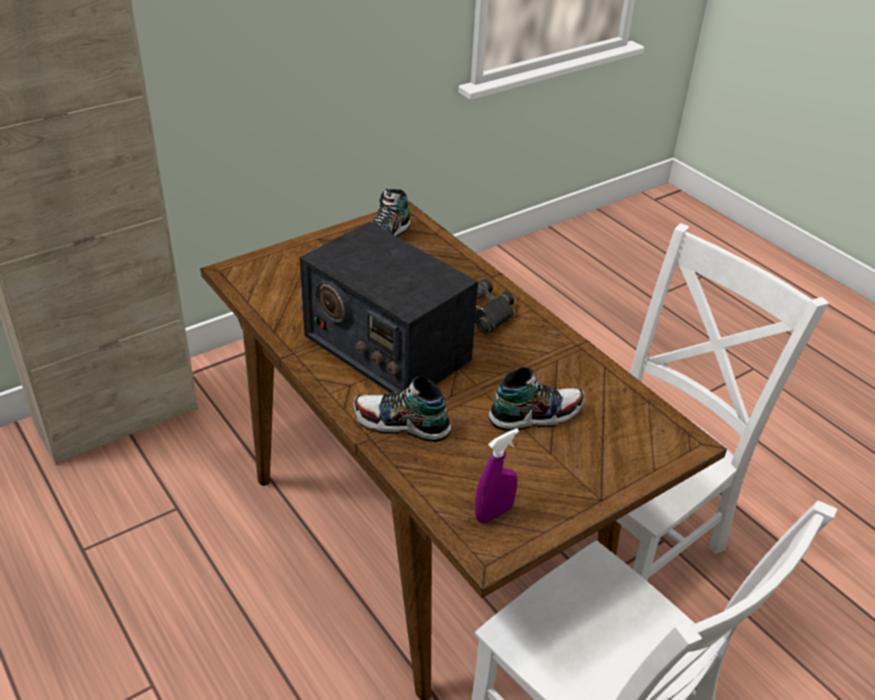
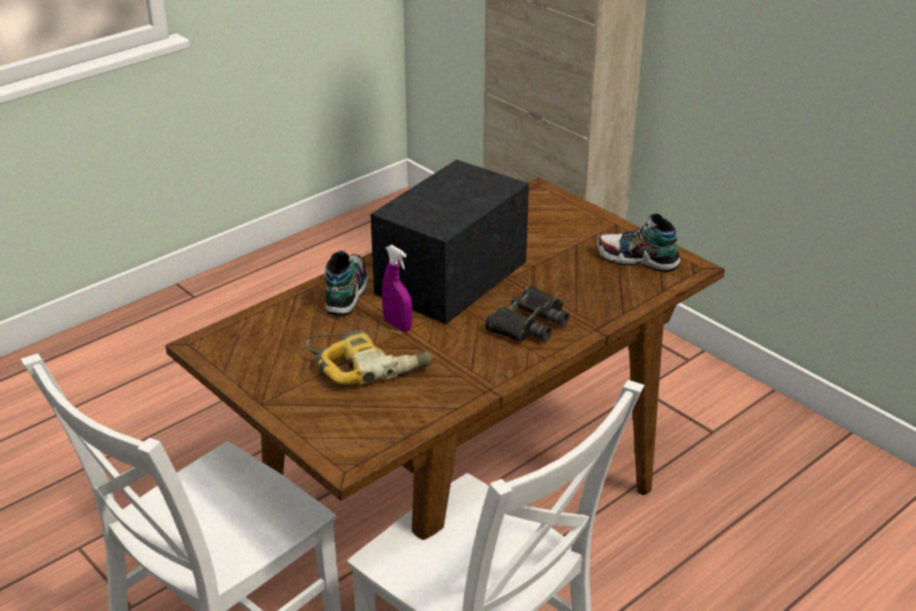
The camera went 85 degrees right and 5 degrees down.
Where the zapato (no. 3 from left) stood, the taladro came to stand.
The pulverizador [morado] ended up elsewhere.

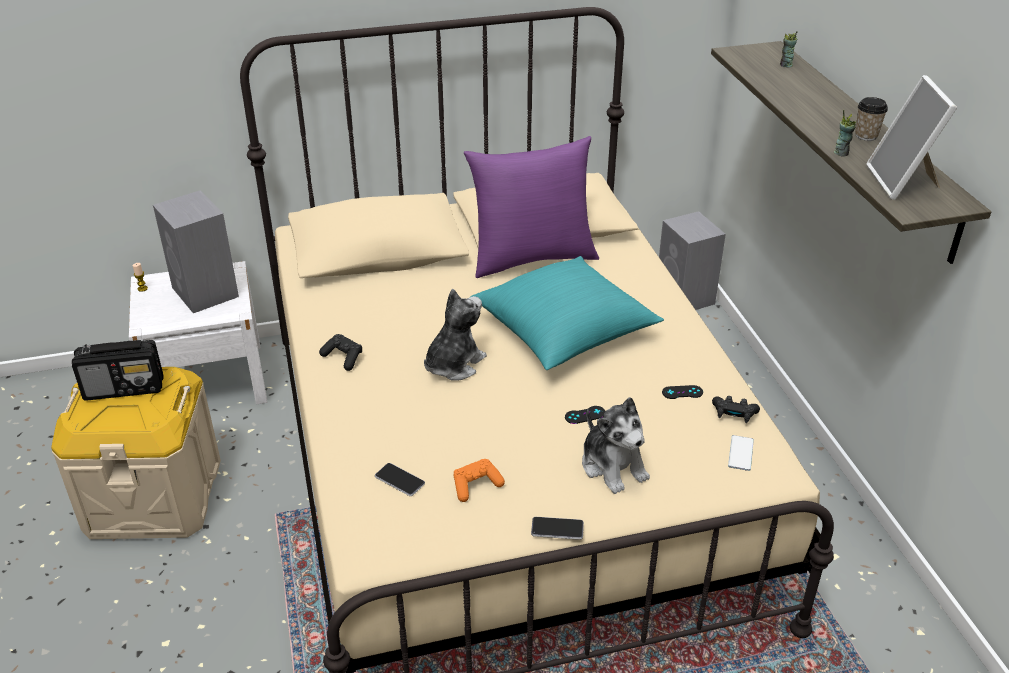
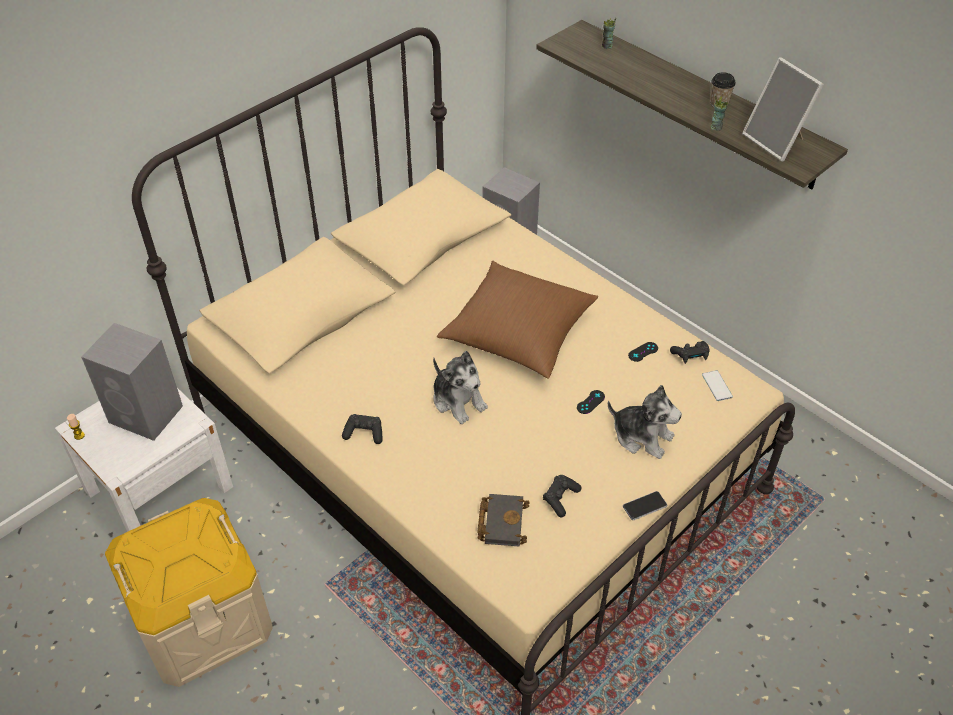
The camera went 30 degrees left and 10 degrees up.
The peluche (no. 1 from left) ended up facing another way, 135 degrees clockwise from before.
What was the cojín [turquesa] turned into the cojín [marrón].
Where the móvil (no. 1 from left) stood, the libro [negro] came to stand.
What was the mando de consola [naranja] turned into the mando de consola [negro] (no. 2 from left).
The second view lost the radio.
The second view lost the cojín [morado].

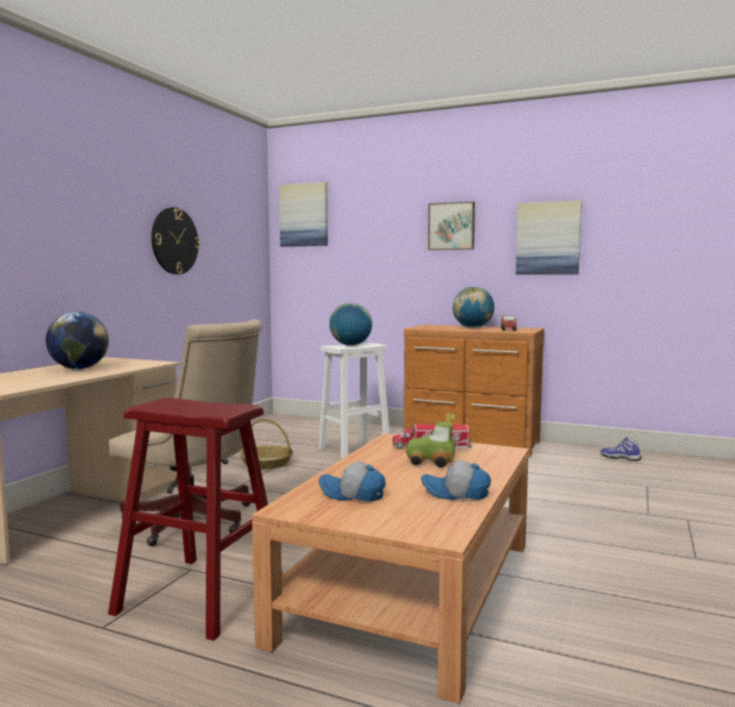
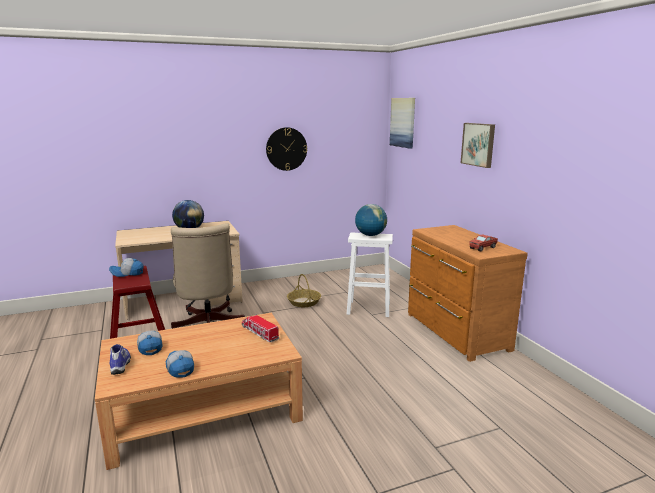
The camera went 45 degrees right and 10 degrees up.
The second view gained the gorra (no. 1 from left).
The zapato ended up elsewhere.
The second view lost the coche de juguete.
The second view lost the globo terráqueo (no. 3 from left).
The second view lost the cuadro (no. 3 from left).

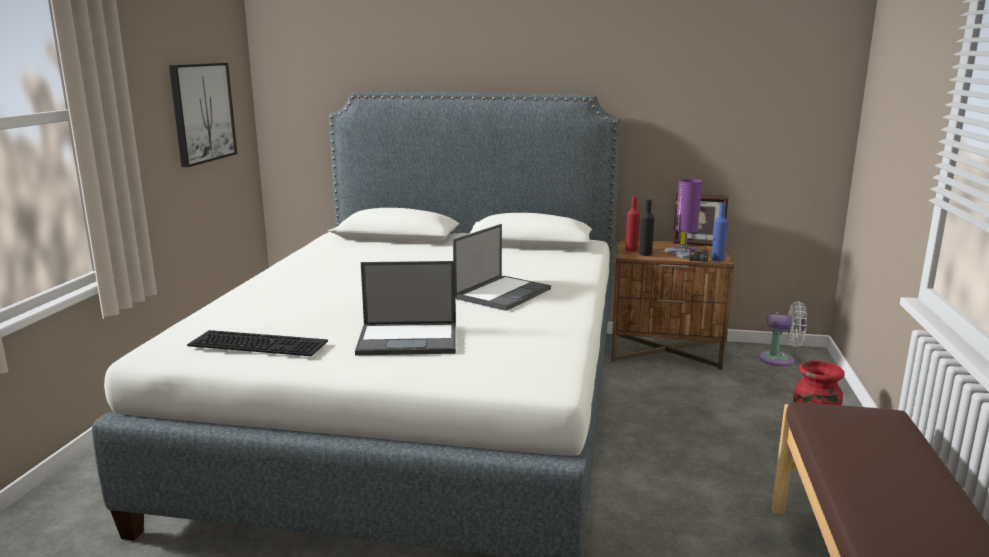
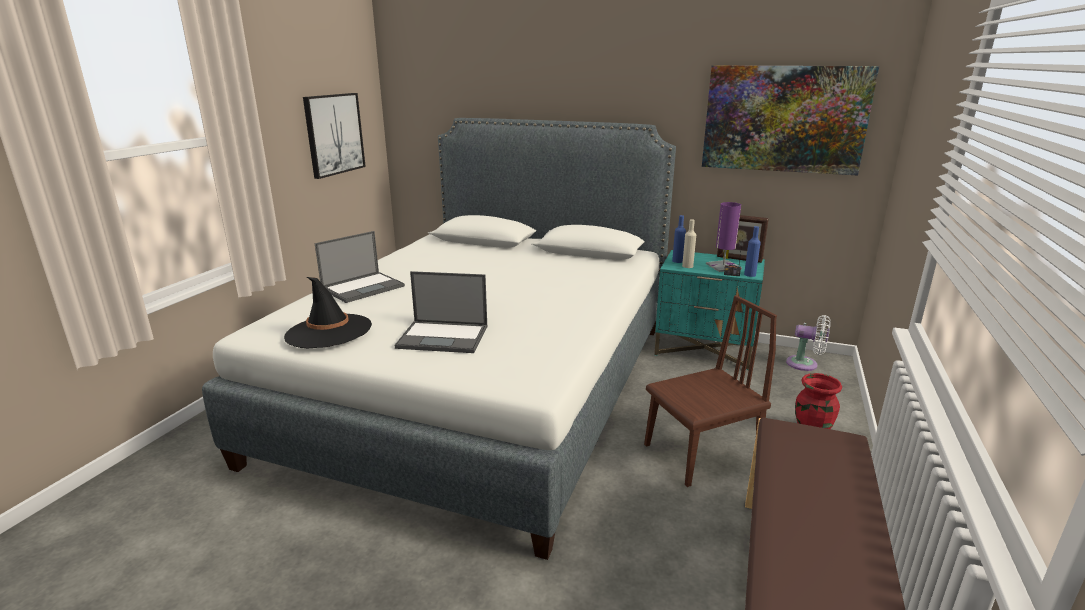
The camera went 10 degrees right and 5 degrees up.
Where the teclado stood, the sombrero [negro] came to stand.
The portátil (no. 2 from left in the first image) ended up elsewhere.
The second view gained the silla [marrón].
What was the mesita de noche [marrón] turned into the mesita de noche [turquesa].
What was the botella [rojo] turned into the botella [azul] (no. 1 from left).
What was the botella [negro] turned into the botella [beis].
The second view gained the cuadro (no. 2 from left).

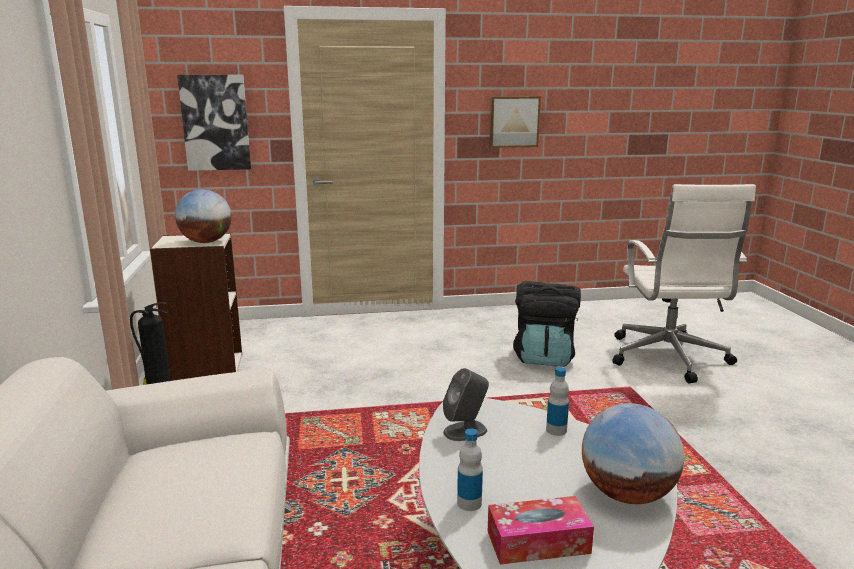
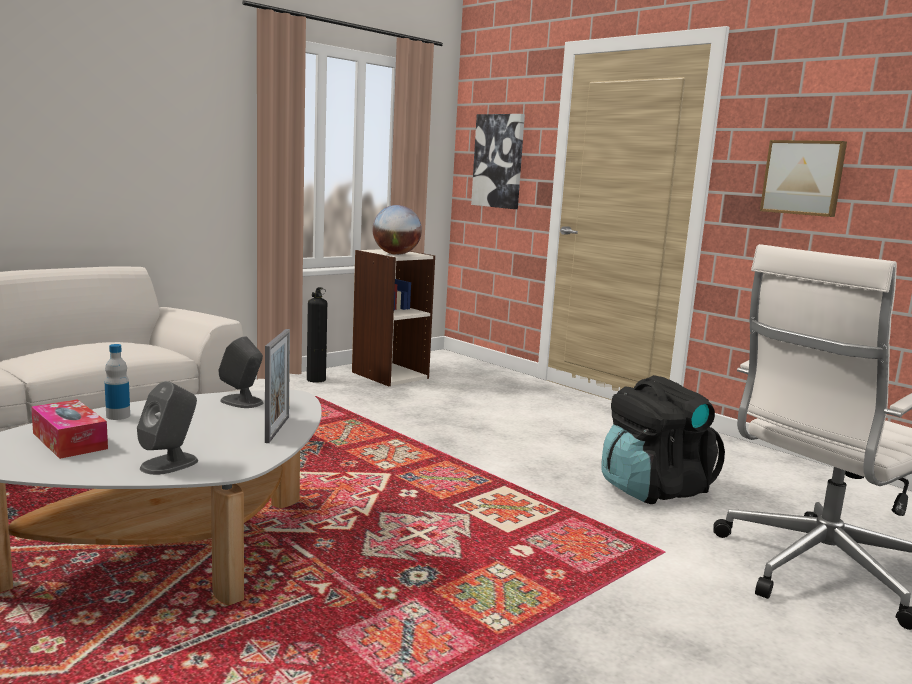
The camera went 55 degrees right and 5 degrees down.
Where the globo terráqueo (no. 2 from left) stood, the altavoz [gris] (no. 1 from left) came to stand.
Where the botella (no. 2 from left) stood, the portarretratos came to stand.

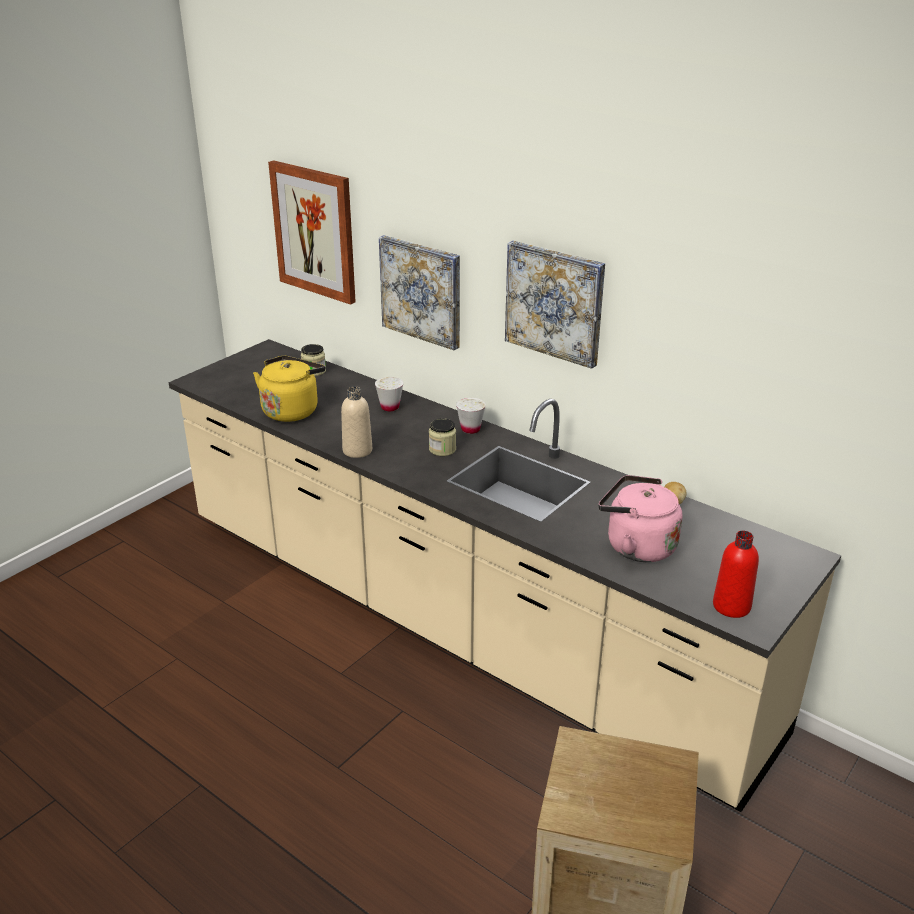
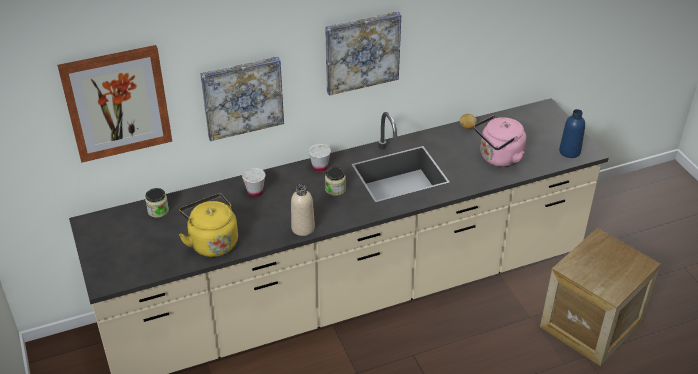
The camera went 60 degrees left and 10 degrees up.
What was the botella [rojo] turned into the botella [azul].

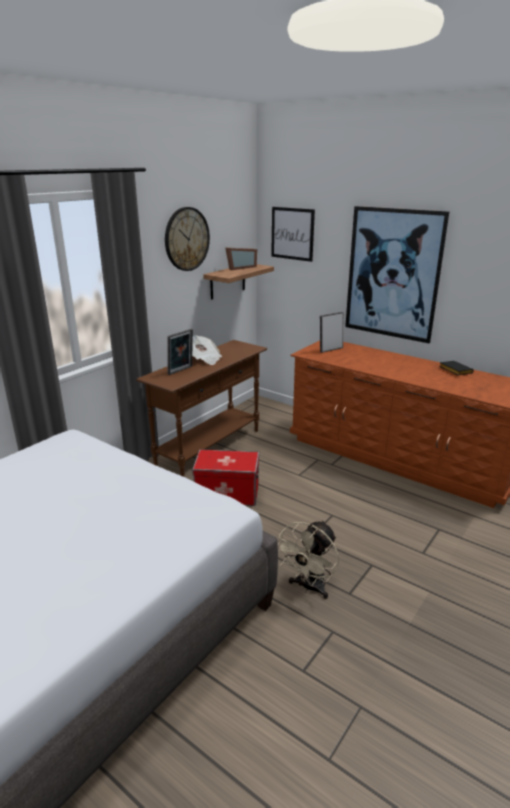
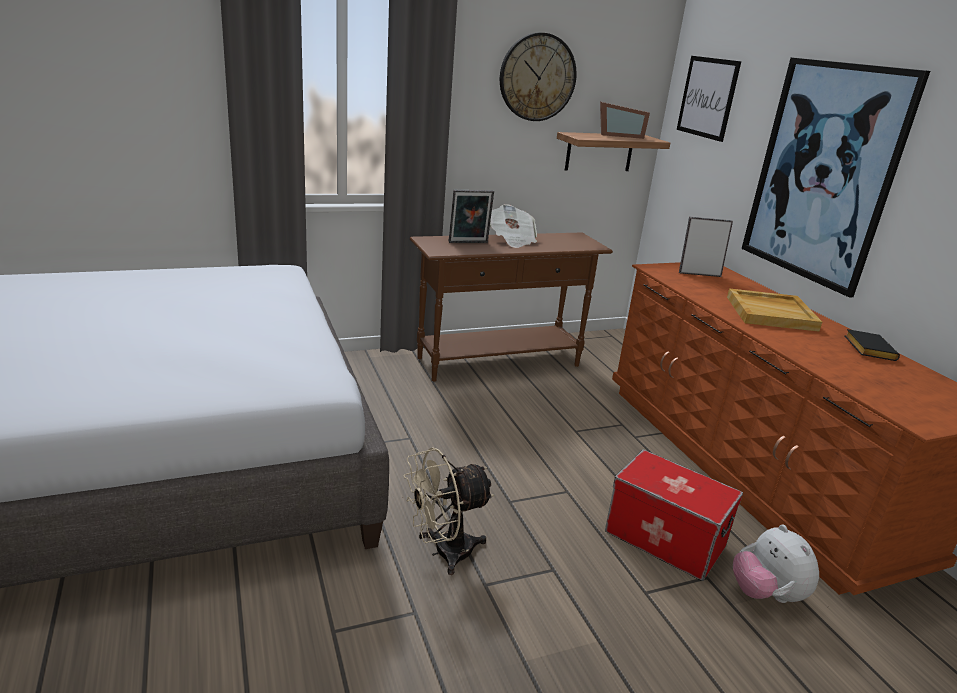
The camera went 30 degrees right and 0 degrees up.
The caja de almacenaje ended up elsewhere.
The second view gained the bandeja [beis].
The second view gained the peluche.

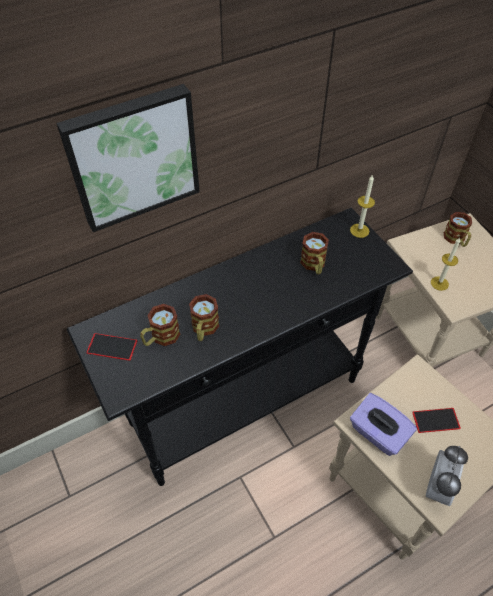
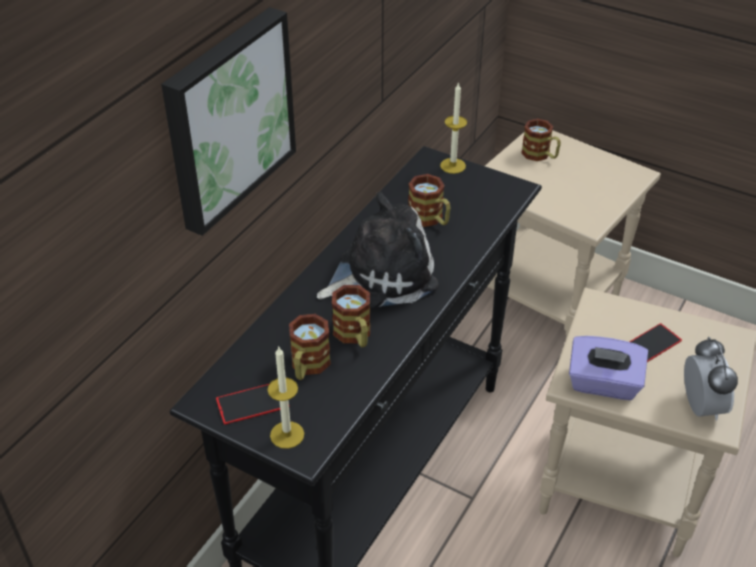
The camera went 30 degrees left and 10 degrees down.
The vela (no. 2 from left in the first image) ended up elsewhere.
The second view gained the peluche.

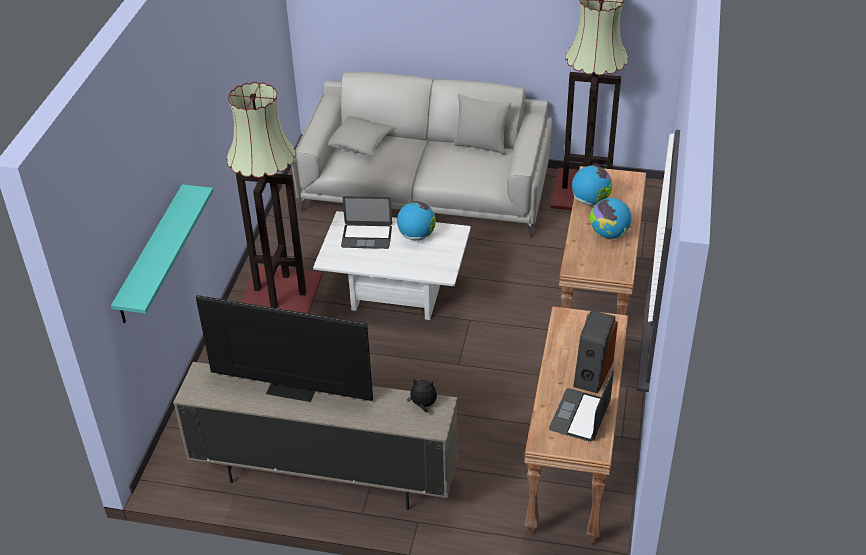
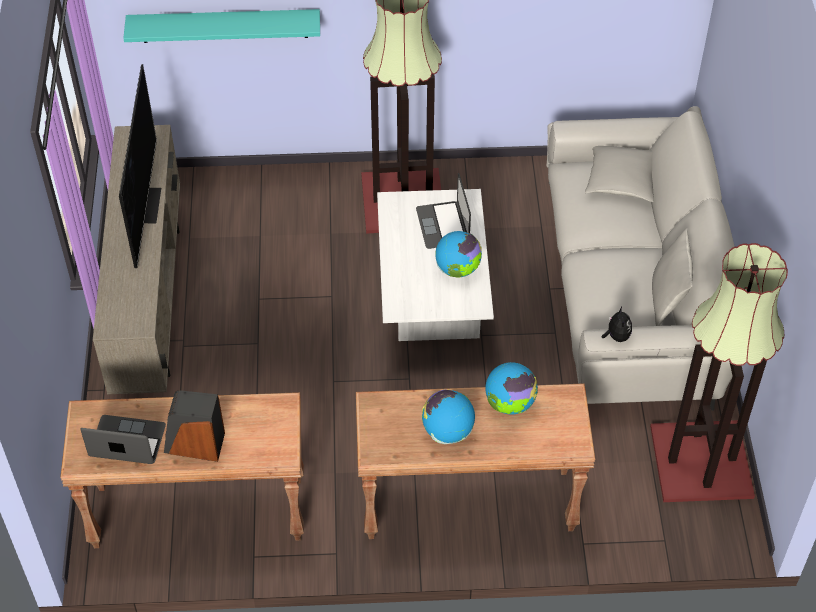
The camera went 75 degrees right and 10 degrees up.
The peluche ended up elsewhere.

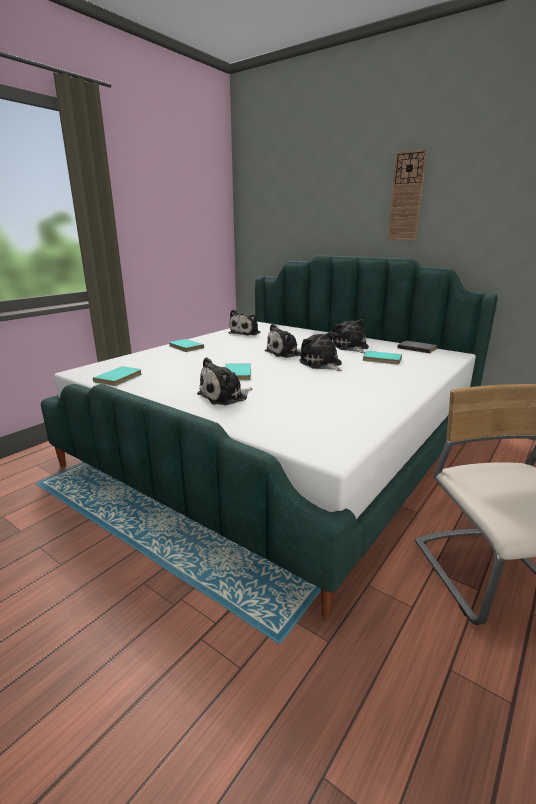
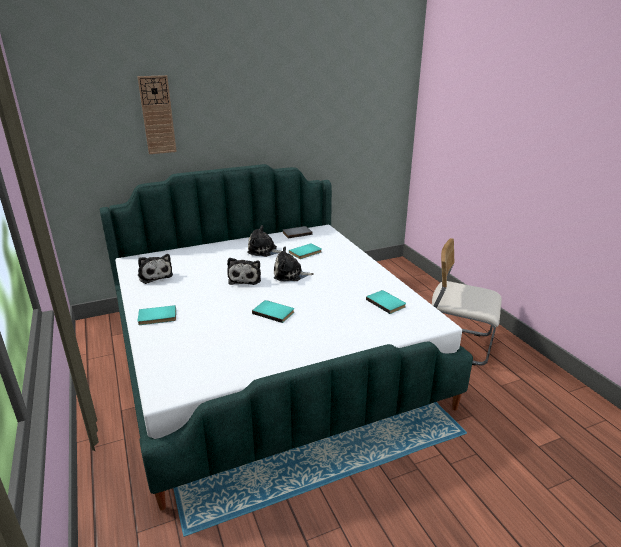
The camera went 60 degrees left and 5 degrees up.
The reloj de pared ended up elsewhere.
The libro [turquesa] (no. 1 from left in the first image) ended up elsewhere.
The second view lost the peluche (no. 1 from left).

